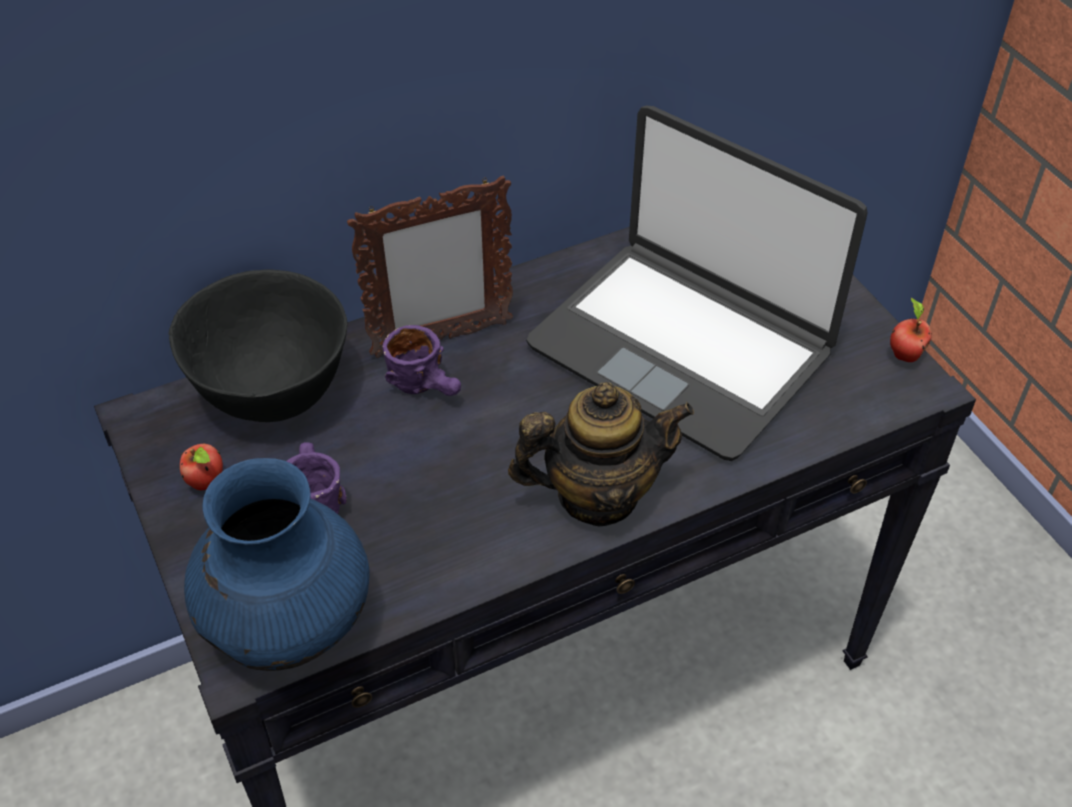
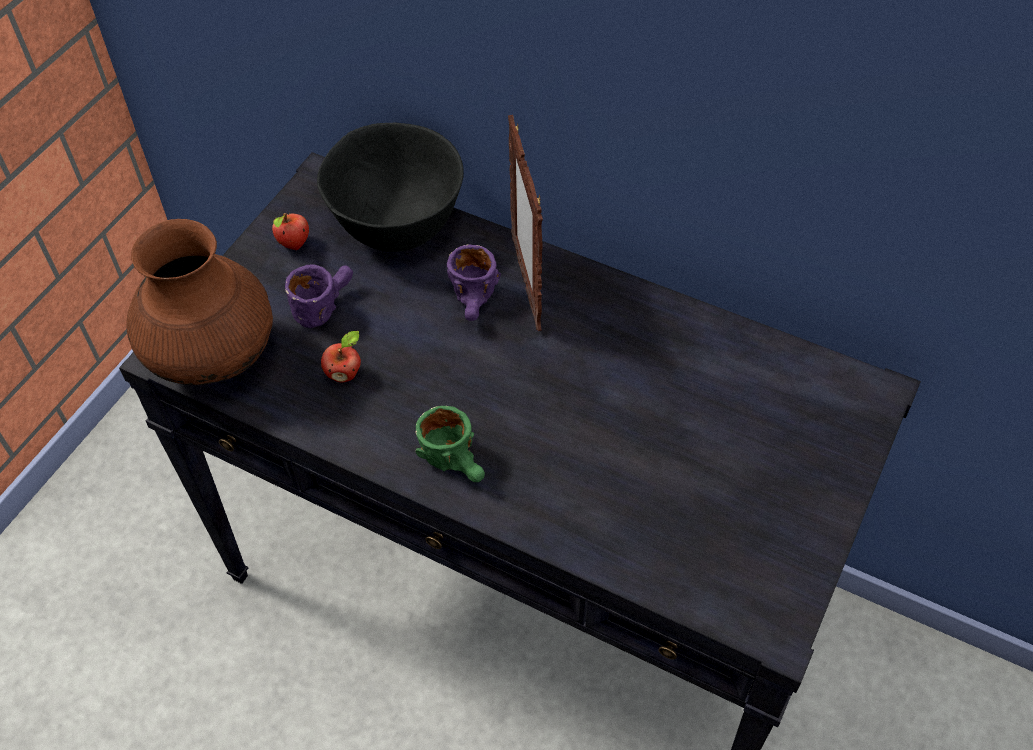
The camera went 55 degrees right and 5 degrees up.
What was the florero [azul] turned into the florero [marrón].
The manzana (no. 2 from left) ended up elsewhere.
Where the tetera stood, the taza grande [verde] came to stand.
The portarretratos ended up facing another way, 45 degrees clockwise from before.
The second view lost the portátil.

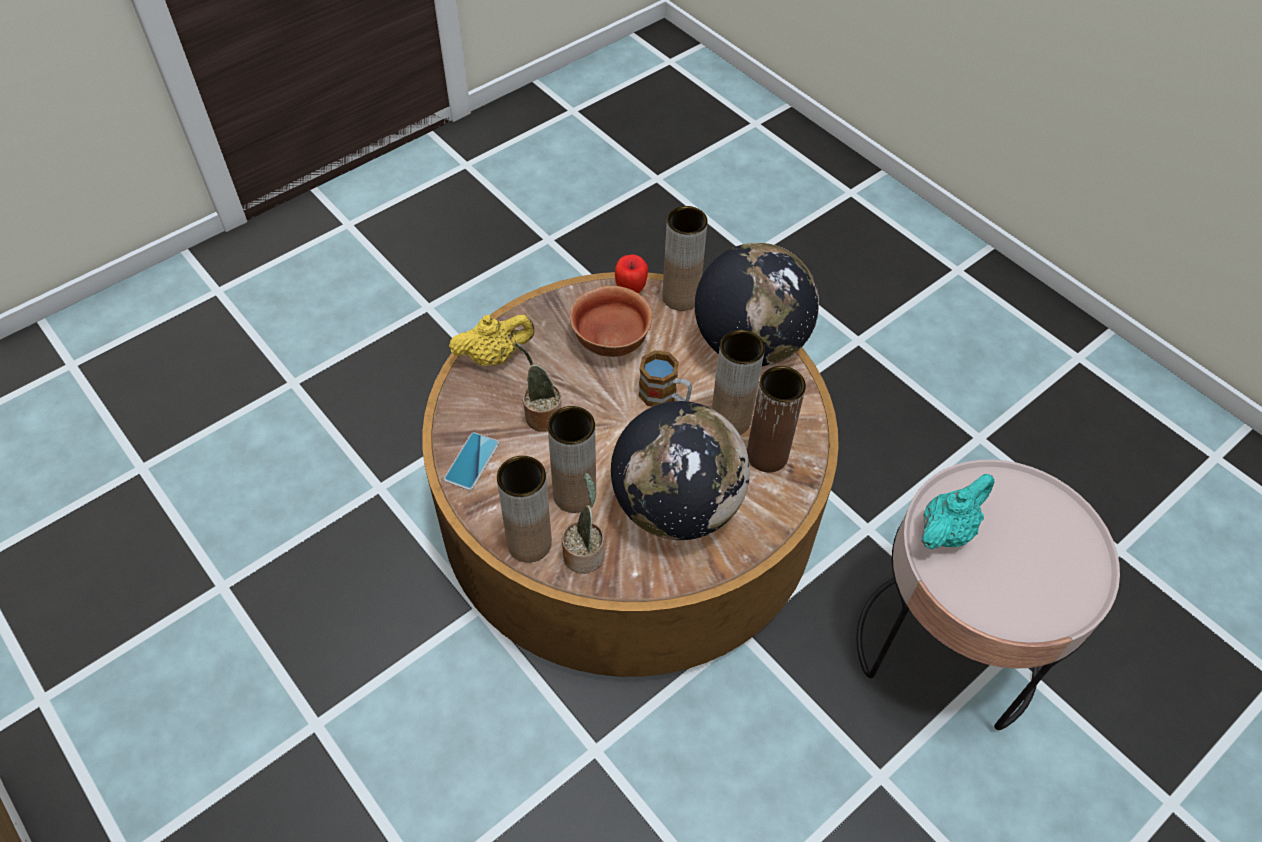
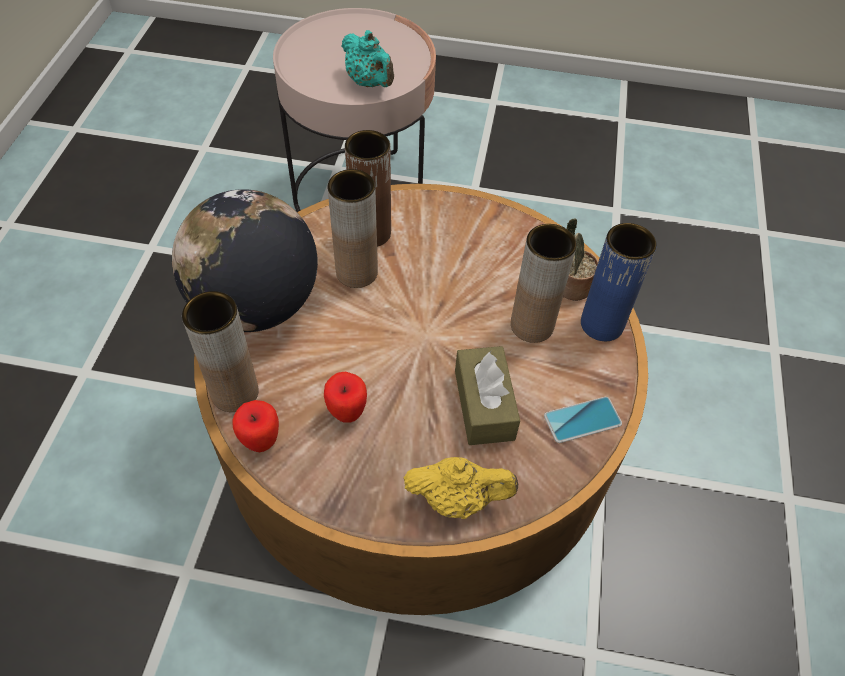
The camera went 130 degrees left and 0 degrees up.
Where the cuenco stood, the manzana (no. 2 from left) came to stand.
The tetera [turquesa] ended up facing another way, 135 degrees counterclockwise from before.
The tetera [amarillo] ended up facing another way, 150 degrees clockwise from before.
Where the planta en maceta (no. 1 from left) stood, the caja de pañuelos [marrón] came to stand.
What was the florero [marrón] (no. 1 from left) turned into the florero [azul].
The second view lost the globo terráqueo (no. 1 from left).
The second view lost the taza grande.

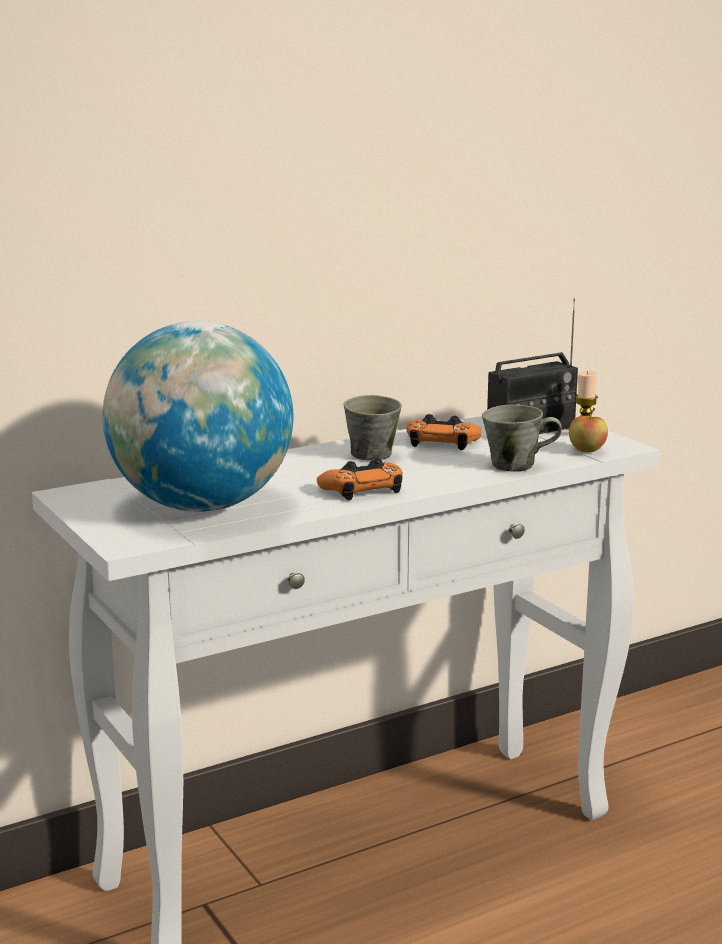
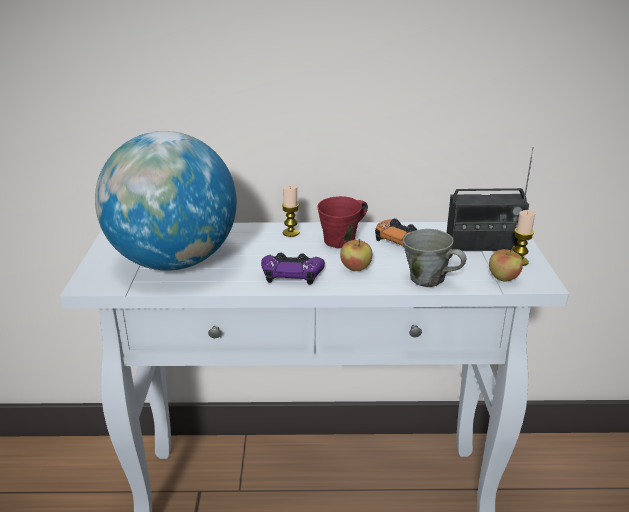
The camera went 30 degrees right and 10 degrees up.
What was the mando de consola [naranja] (no. 1 from left) turned into the mando de consola [morado].
The second view gained the vela (no. 1 from left).
What was the taza grande [gris] (no. 1 from left) turned into the taza grande [rojo].
The second view gained the manzana (no. 1 from left).

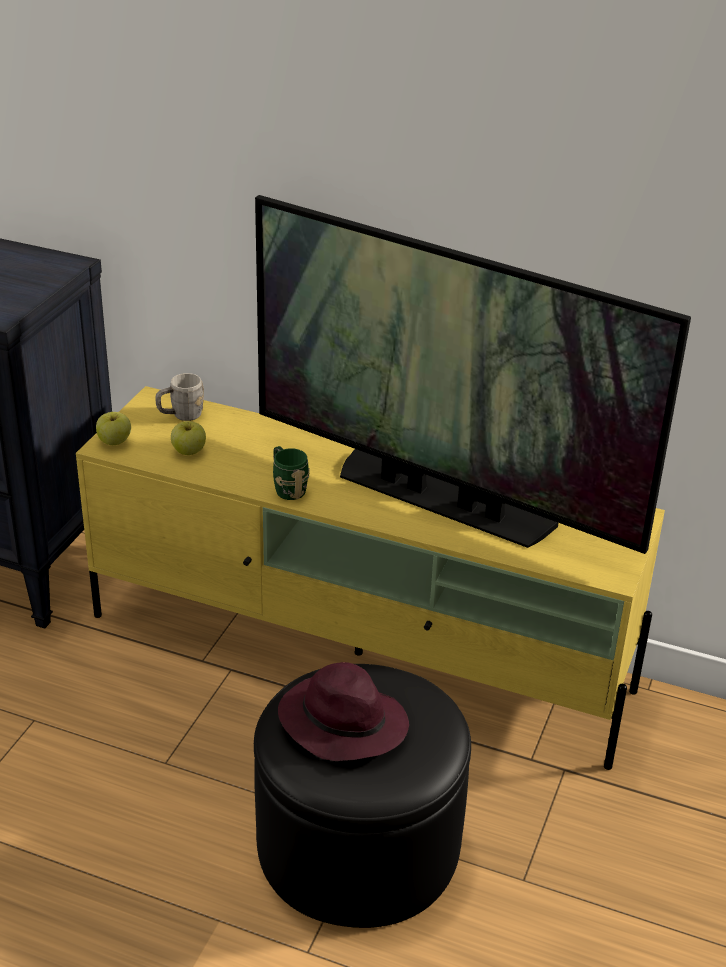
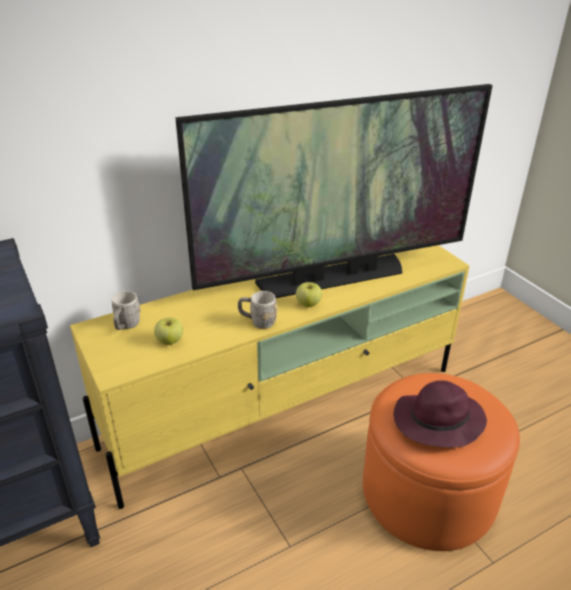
The camera went 50 degrees left and 0 degrees up.
What was the taza grande [verde] turned into the taza grande [gris] (no. 2 from left).
The manzana (no. 1 from left in the first image) ended up elsewhere.
What was the puf [negro] turned into the puf [naranja].

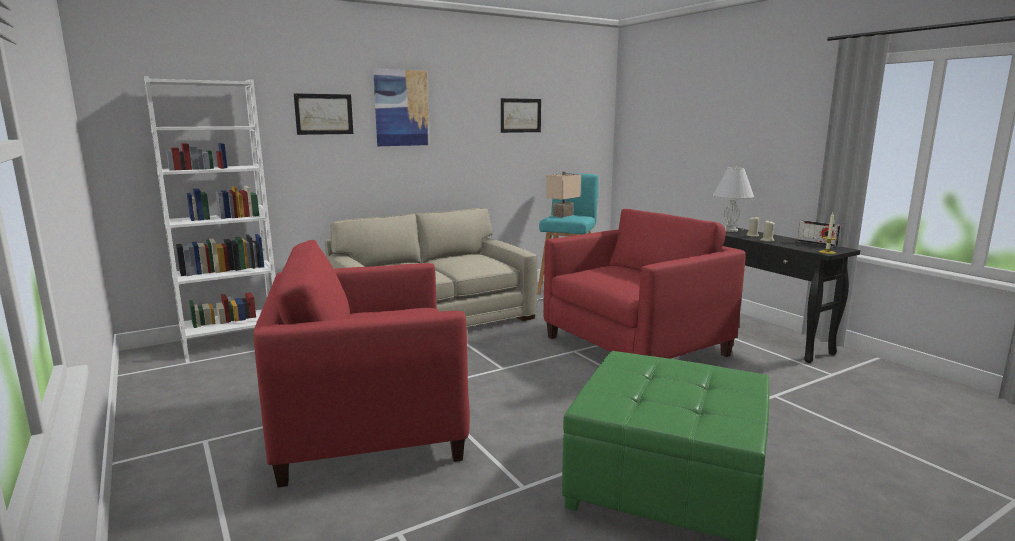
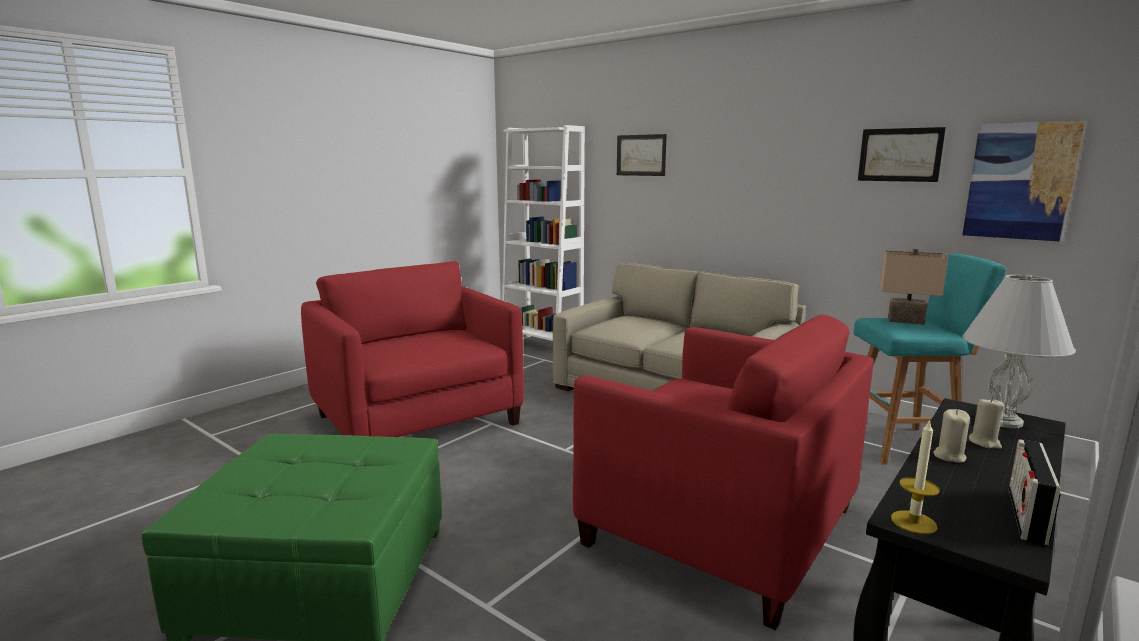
The camera went 70 degrees right and 0 degrees up.
The cuadro (no. 2 from left in the first image) ended up elsewhere.

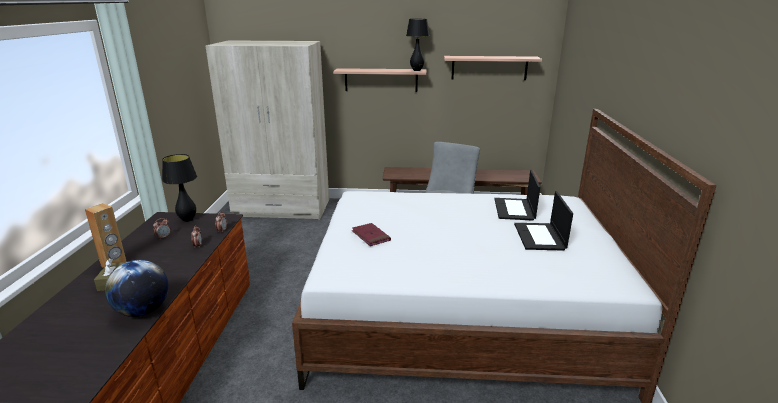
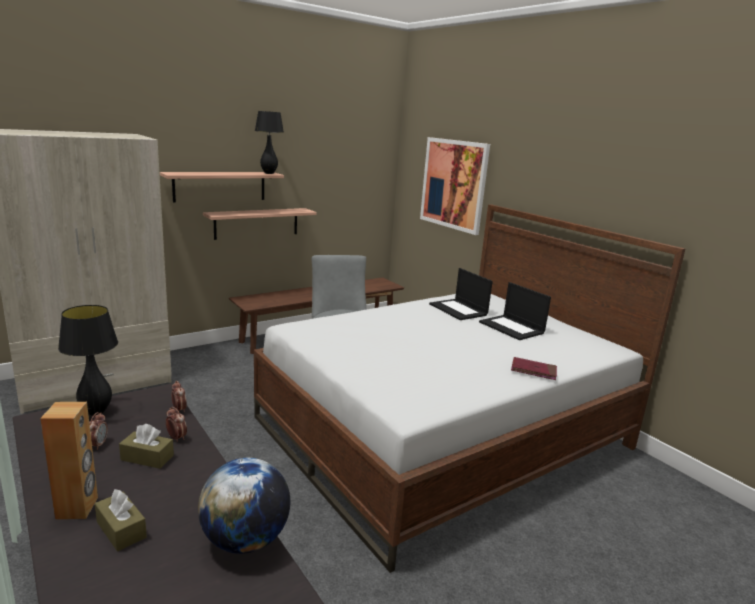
The camera went 40 degrees left and 5 degrees down.
The second view gained the caja de pañuelos [marrón] (no. 2 from left).
The estante (no. 2 from left) ended up elsewhere.
The second view gained the cuadro.
The libro [rojo] ended up elsewhere.

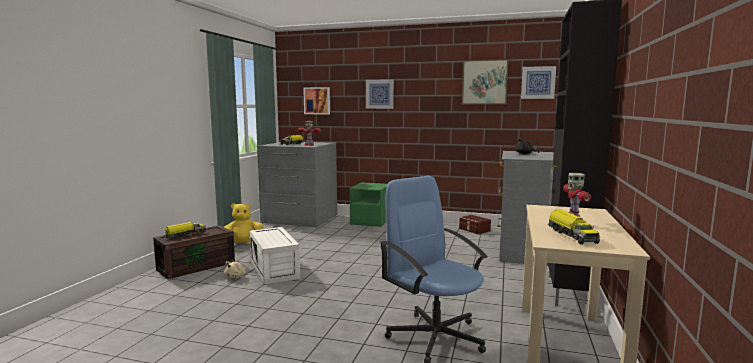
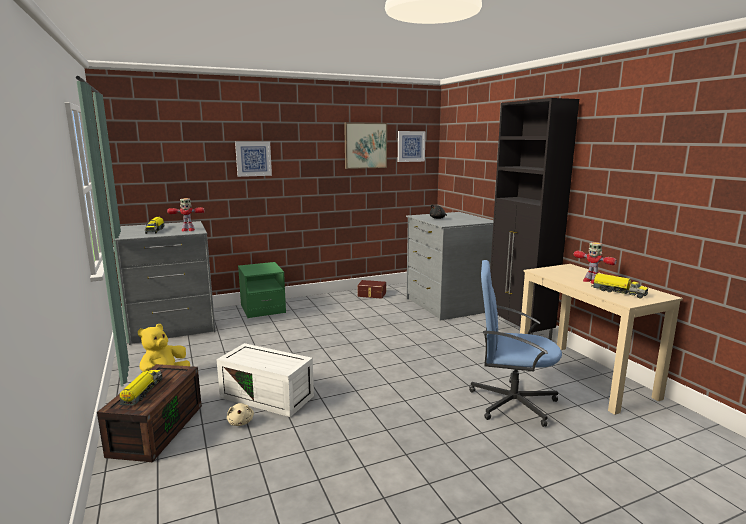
The camera went 40 degrees left and 5 degrees up.
The second view lost the cuadro (no. 1 from left).

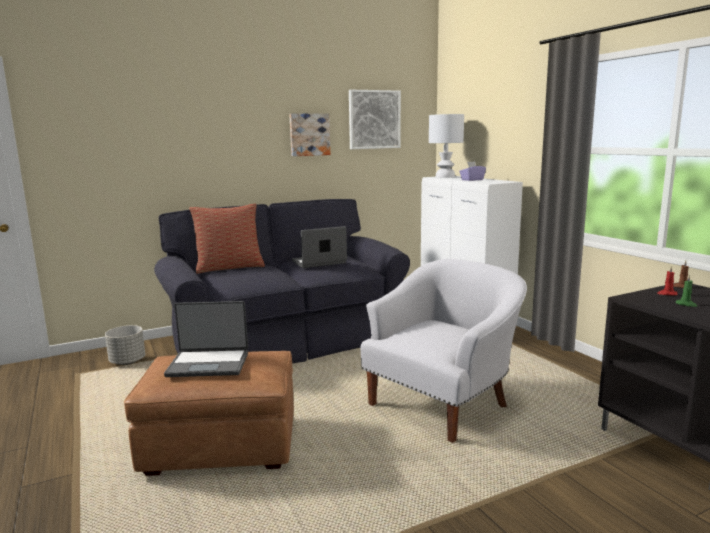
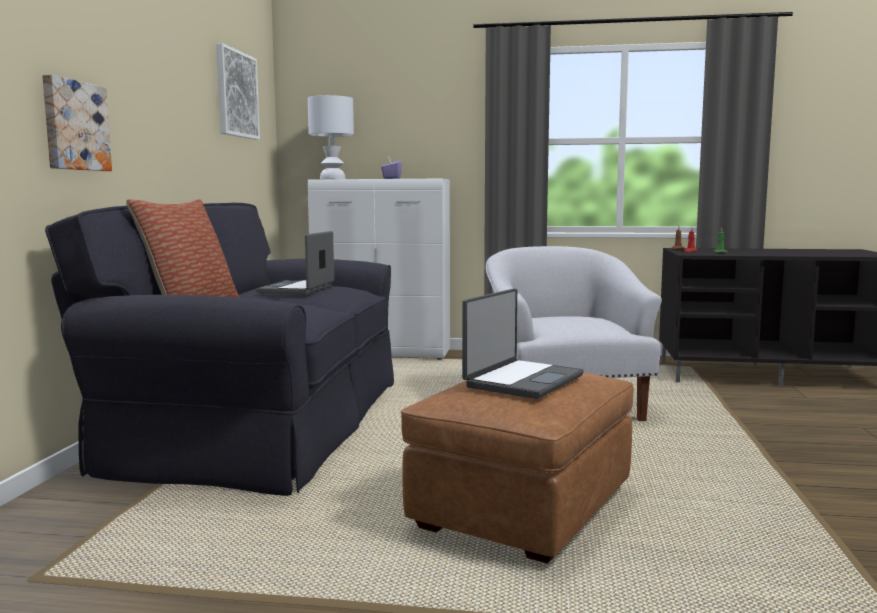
The camera went 55 degrees left and 5 degrees down.
The cuadro (no. 1 from left) ended up elsewhere.
The second view lost the maceta [gris].

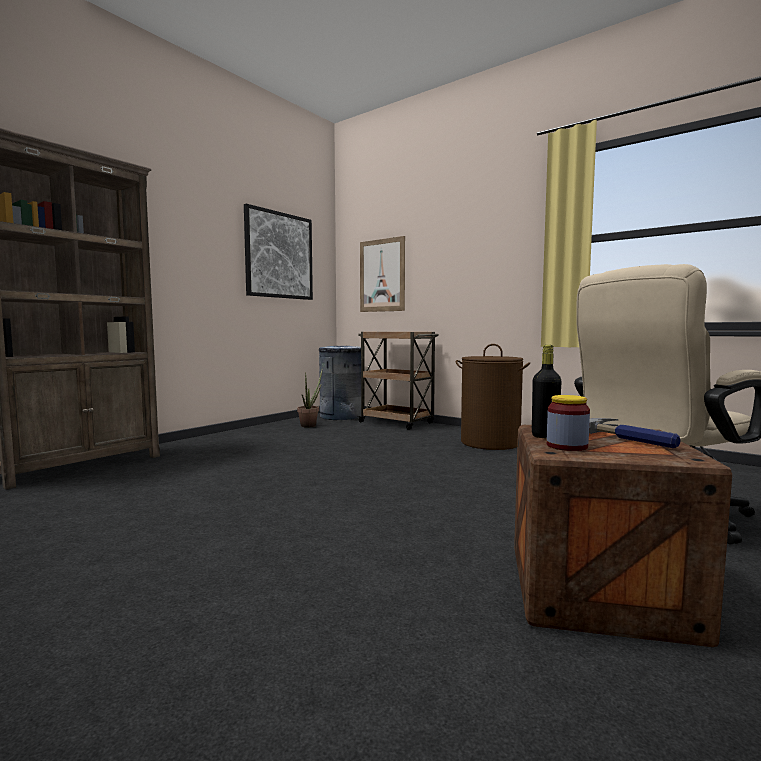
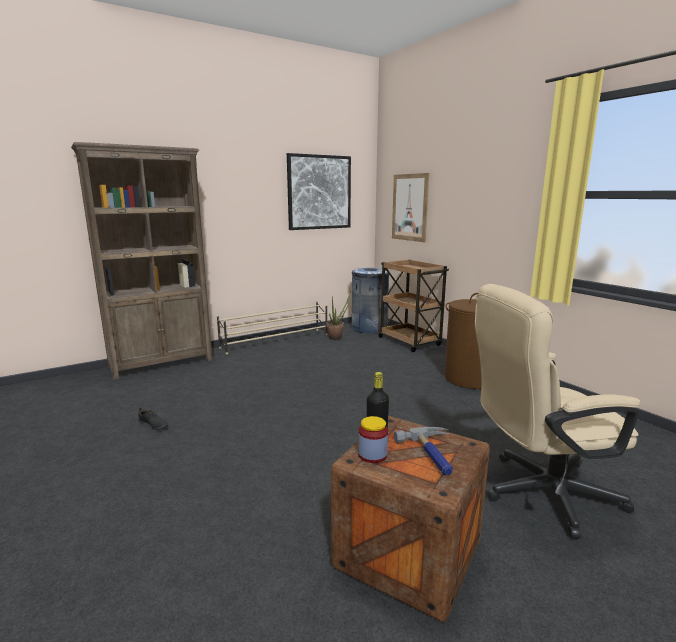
The camera went 20 degrees right and 10 degrees up.
The second view gained the zapato [negro].
The second view gained the zapatero [beis].

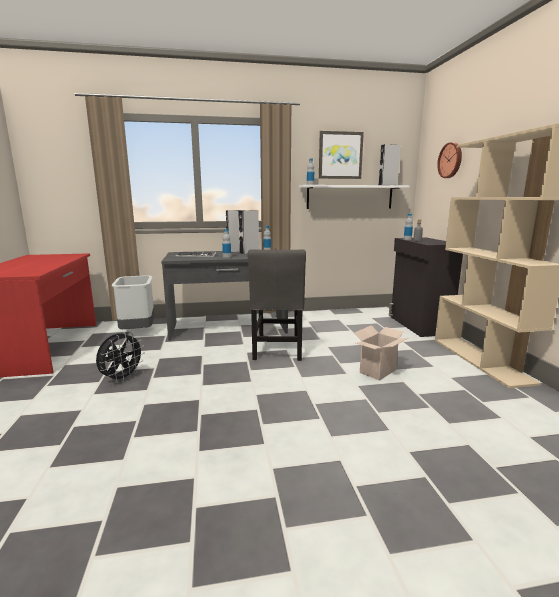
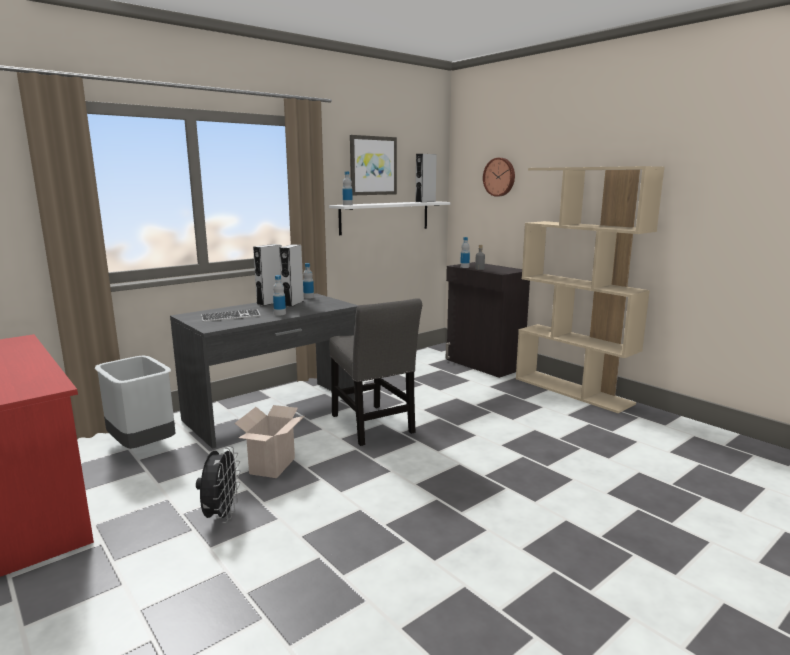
The camera went 30 degrees left and 0 degrees up.
The caja de cartón ended up elsewhere.

